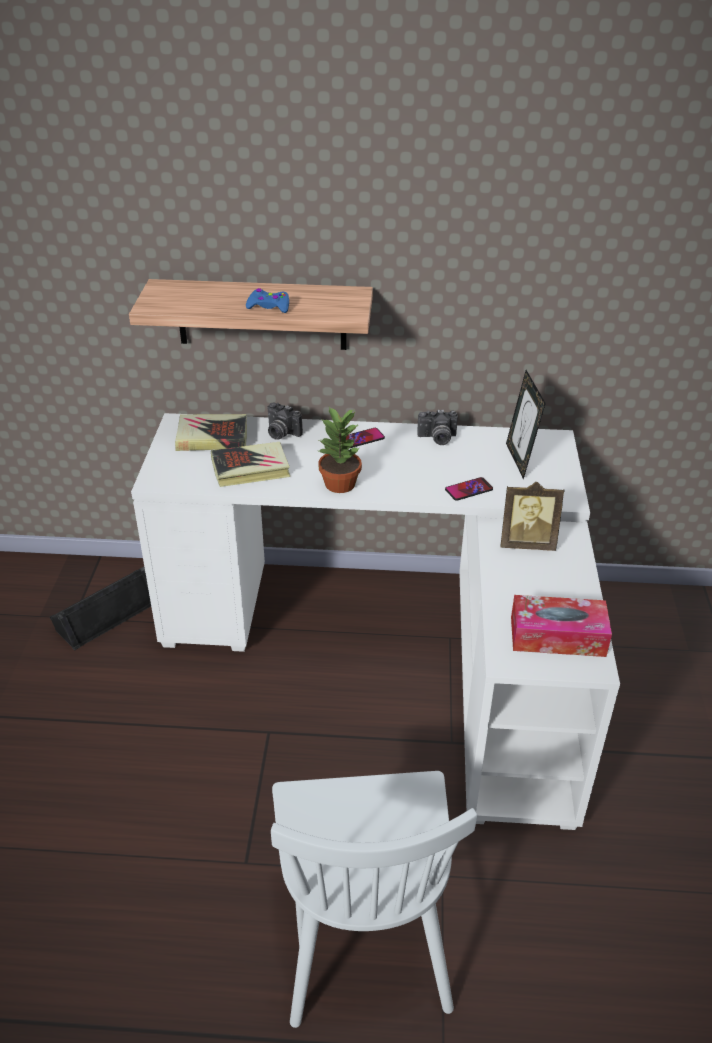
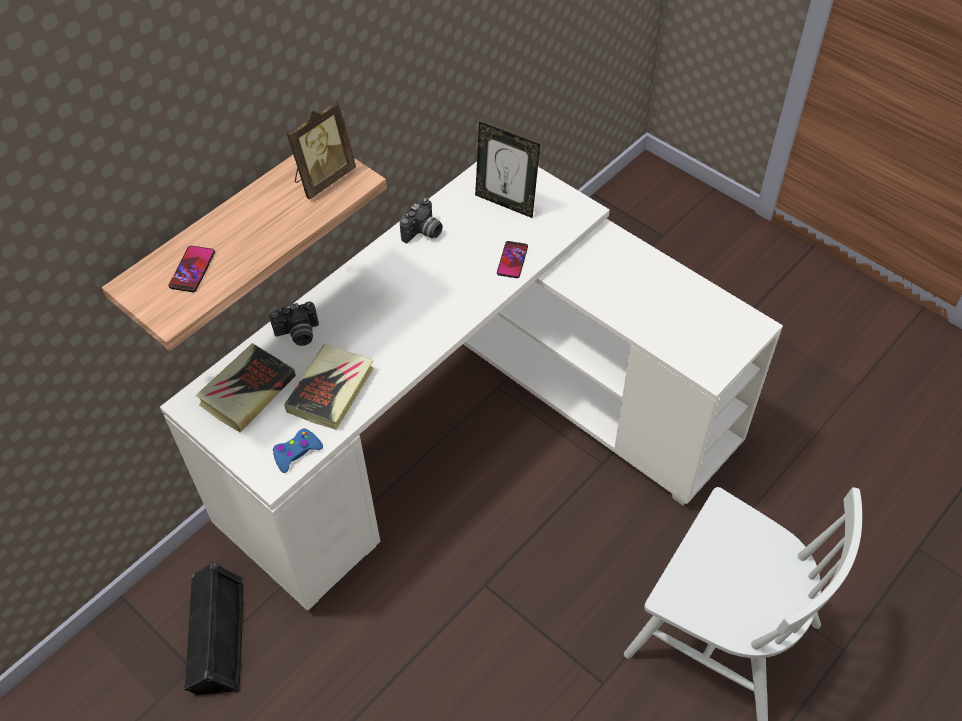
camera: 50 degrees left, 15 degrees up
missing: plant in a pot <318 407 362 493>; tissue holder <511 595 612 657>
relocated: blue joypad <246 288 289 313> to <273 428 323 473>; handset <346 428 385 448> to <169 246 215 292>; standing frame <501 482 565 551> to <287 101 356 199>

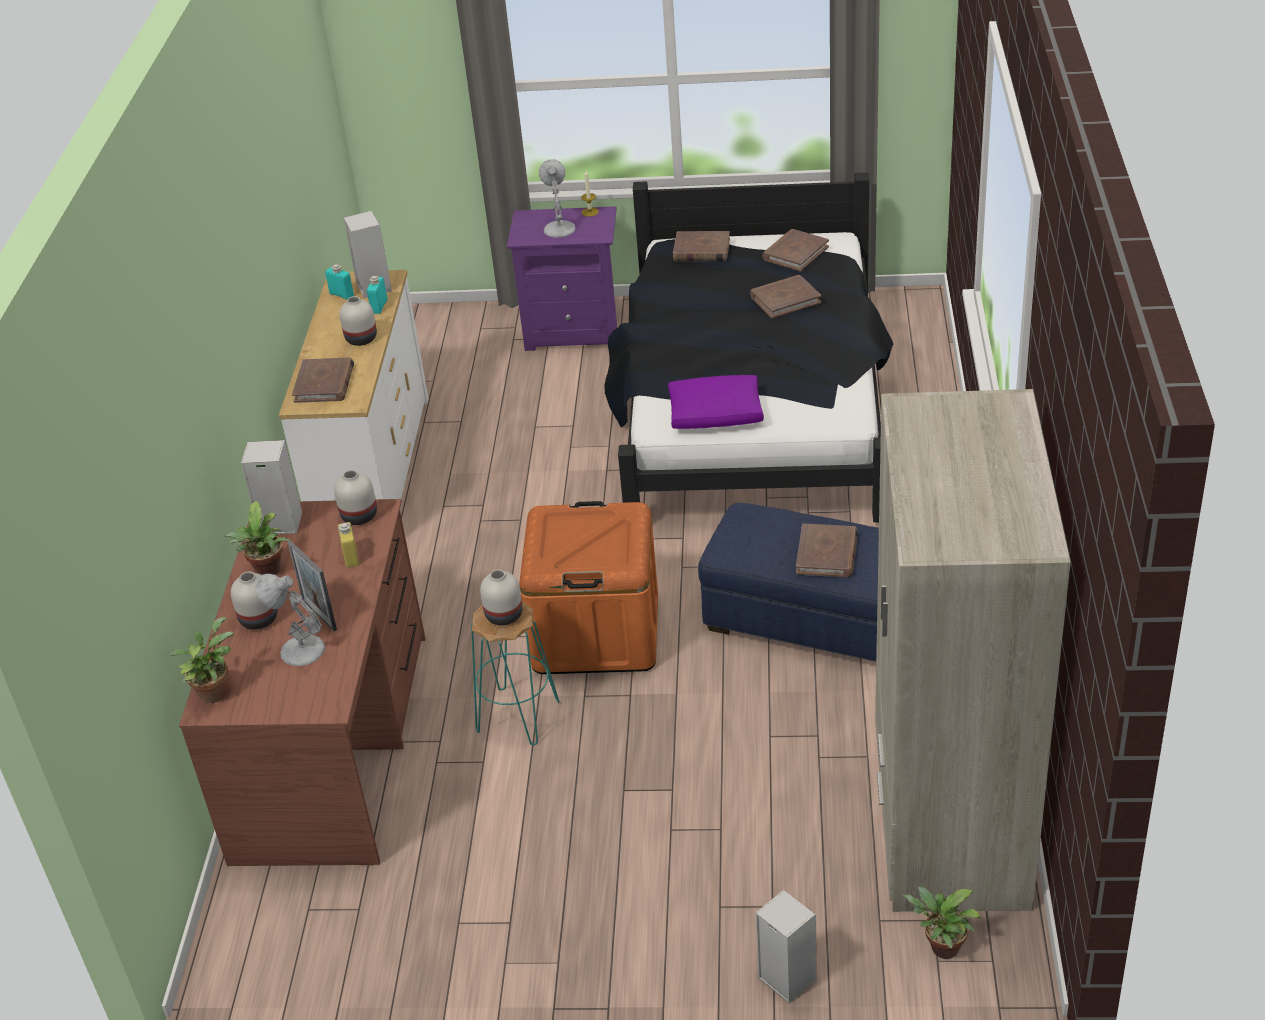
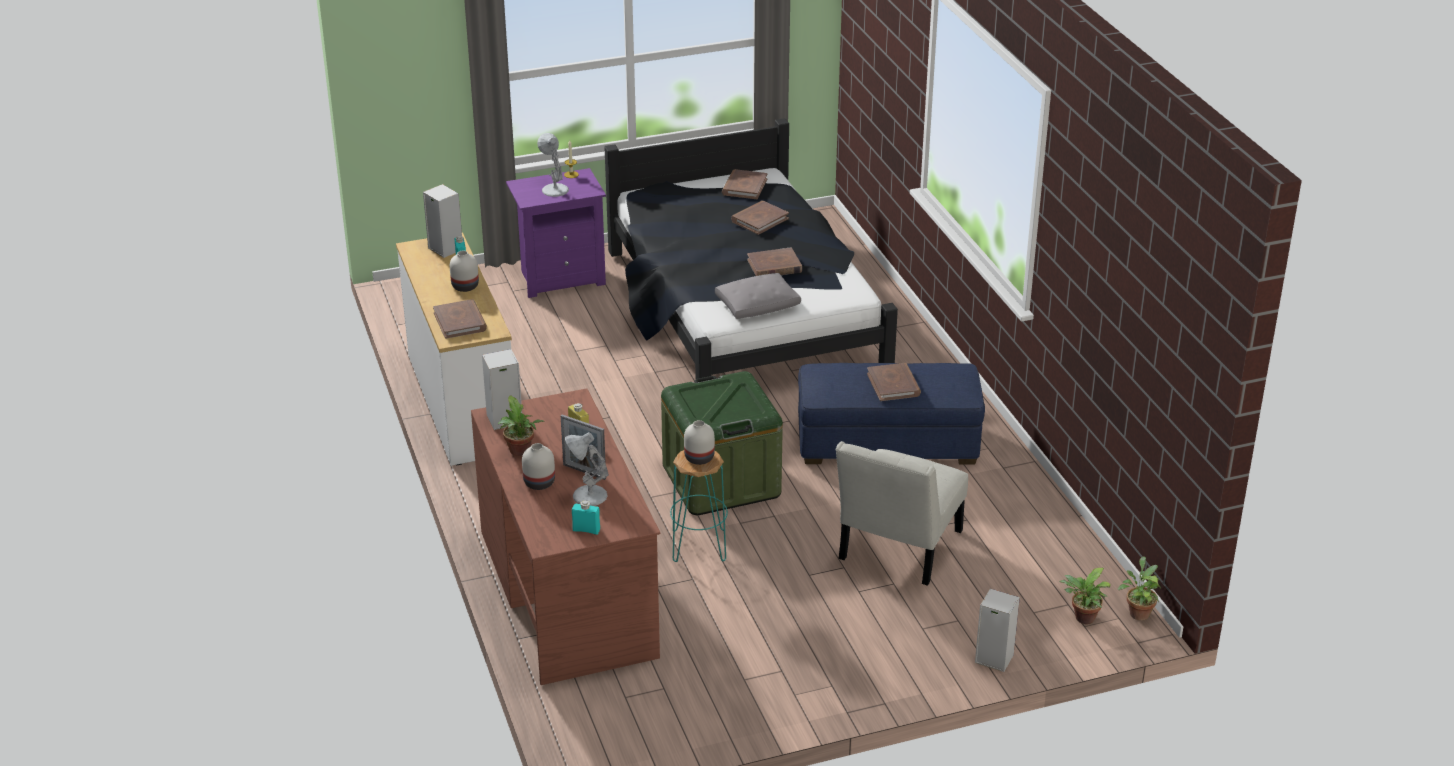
camera: 25 degrees left, 5 degrees down
missing: white flower vase <334 470 377 525>; beige clothes cupboard <875 389 1071 912>
appeared: white plain chair <836 441 968 586>
relocated: plant in a pot <170 617 234 703> to <1118 556 1161 621>; turquoise-coloured bottle <325 264 354 300> to <572 500 600 535>; brown book <673 231 730 261> to <747 247 802 276>
colour: orange storage bin <519 501 658 674> to greenish storage bin <661 371 783 515>; purple pillow <668 375 764 429> to grey pillow <715 273 801 319>

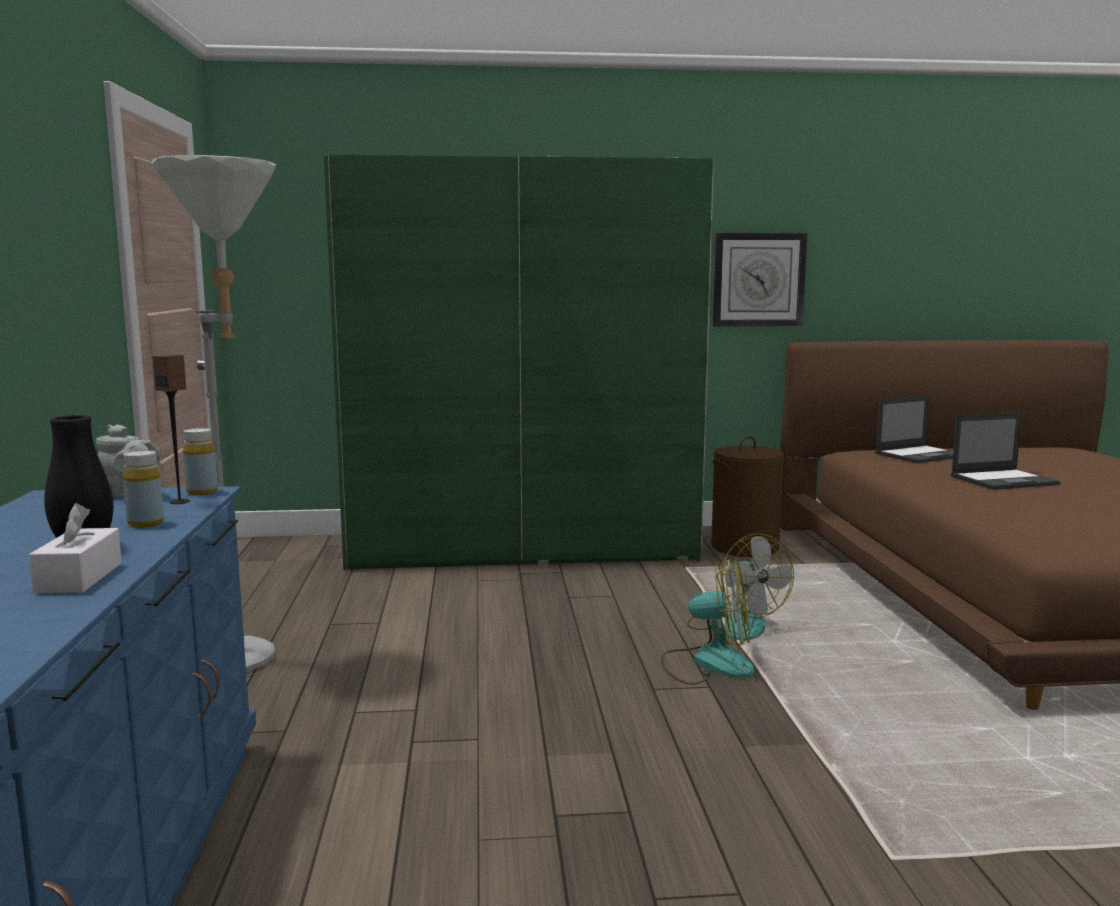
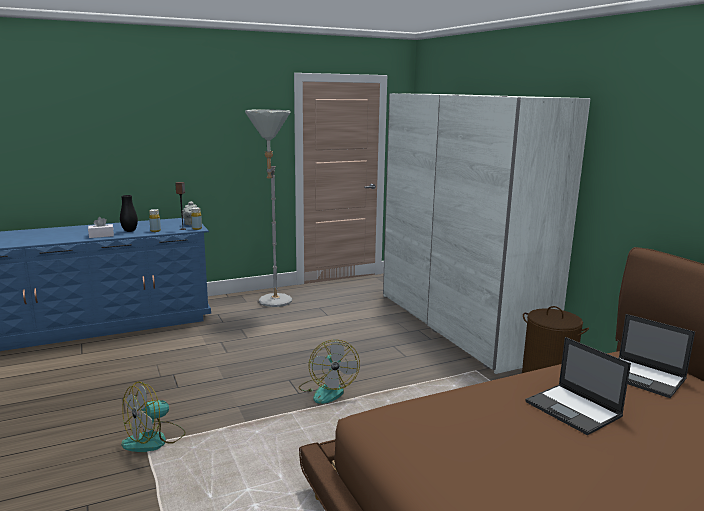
camera: 70 degrees right, 5 degrees up
missing: clock on the wall <713 233 807 326>
relocated: fan <687 533 794 640> to <121 381 186 452>
colour: greenish clothes cupboard <324 154 714 570> to white clothes cupboard <383 93 591 374>

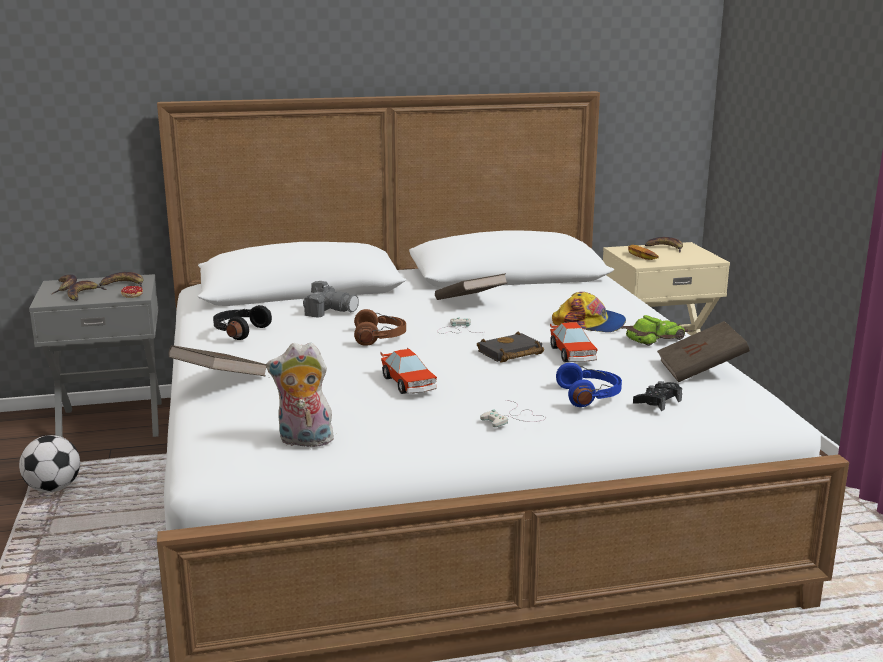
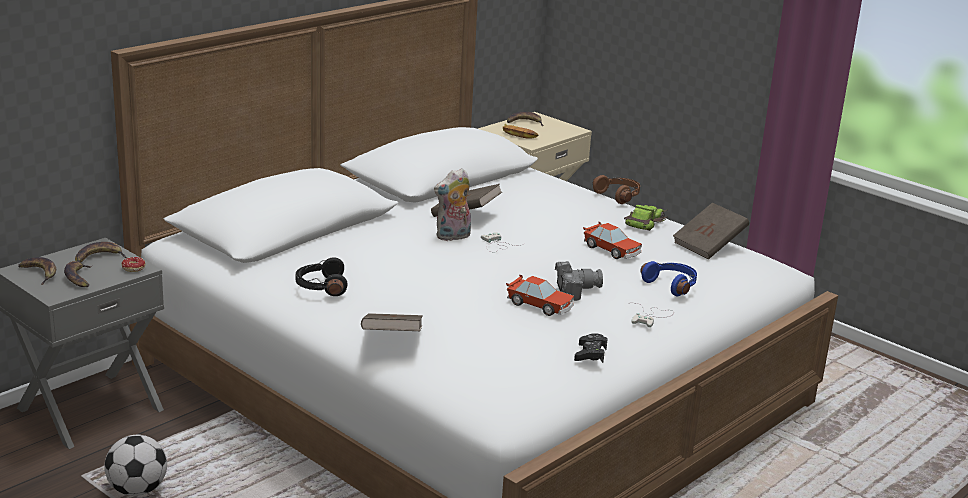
camera: 35 degrees left, 5 degrees up
missing: black book <477 331 544 363>; peaked cap <552 292 626 332>
relocated: cuddly toy <266 342 334 447> to <434 168 471 241>; still camera <303 281 359 317> to <555 261 603 301>; brown headphones <354 309 406 346> to <593 175 640 204>; black joypad <633 381 682 411> to <574 333 608 363>

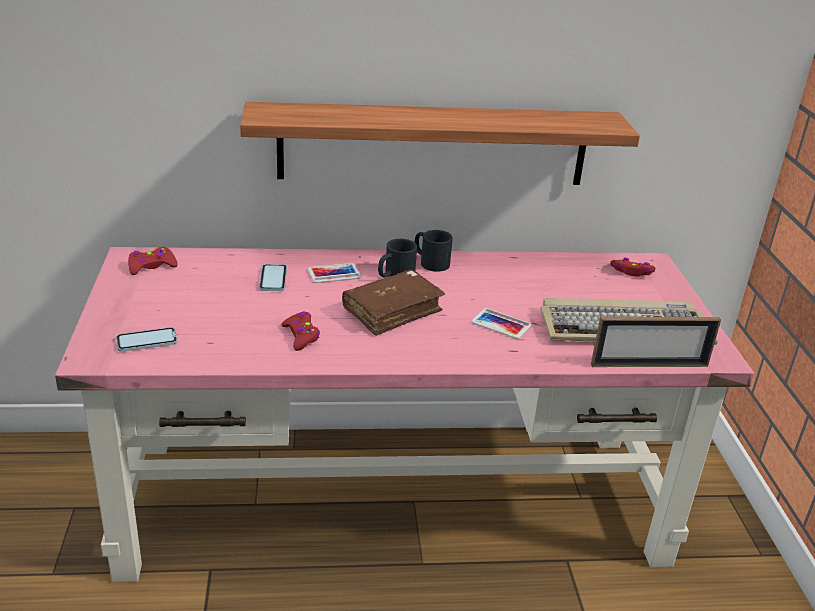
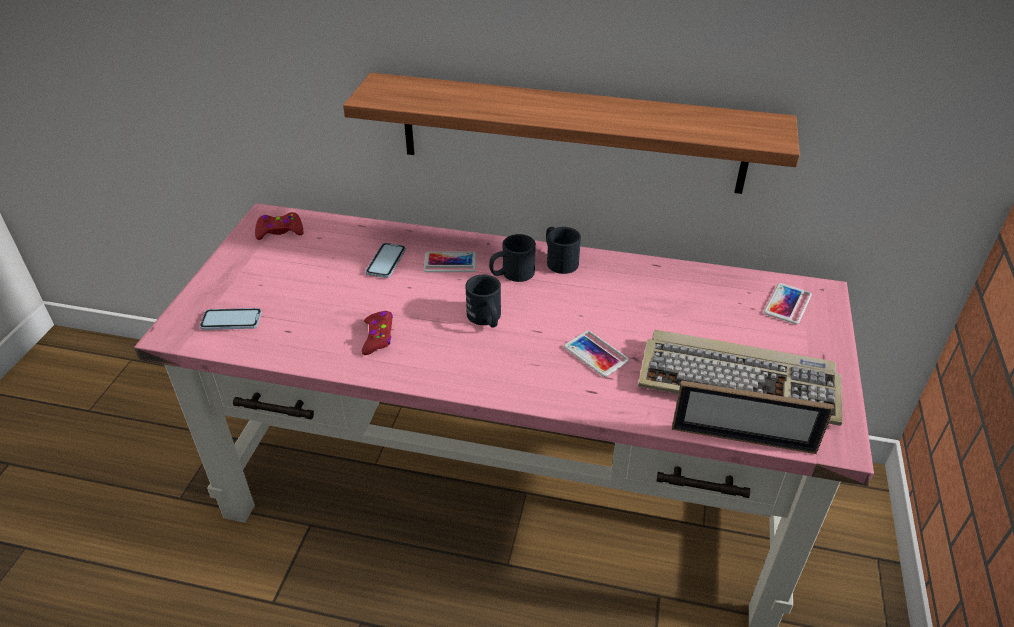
camera: 20 degrees right, 10 degrees up
exchanged: brown book <342 270 445 336> to black tea mug <465 274 501 328>; red joypad <610 258 655 277> to handset <764 283 812 324>

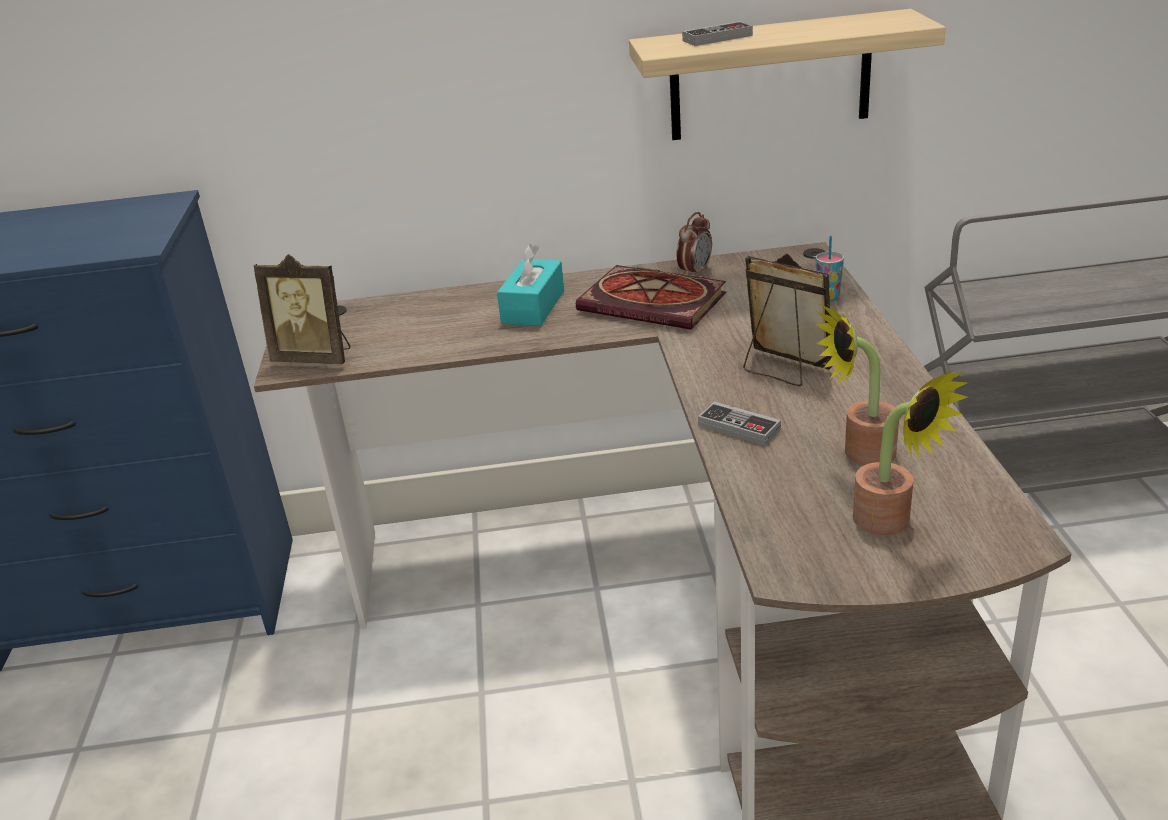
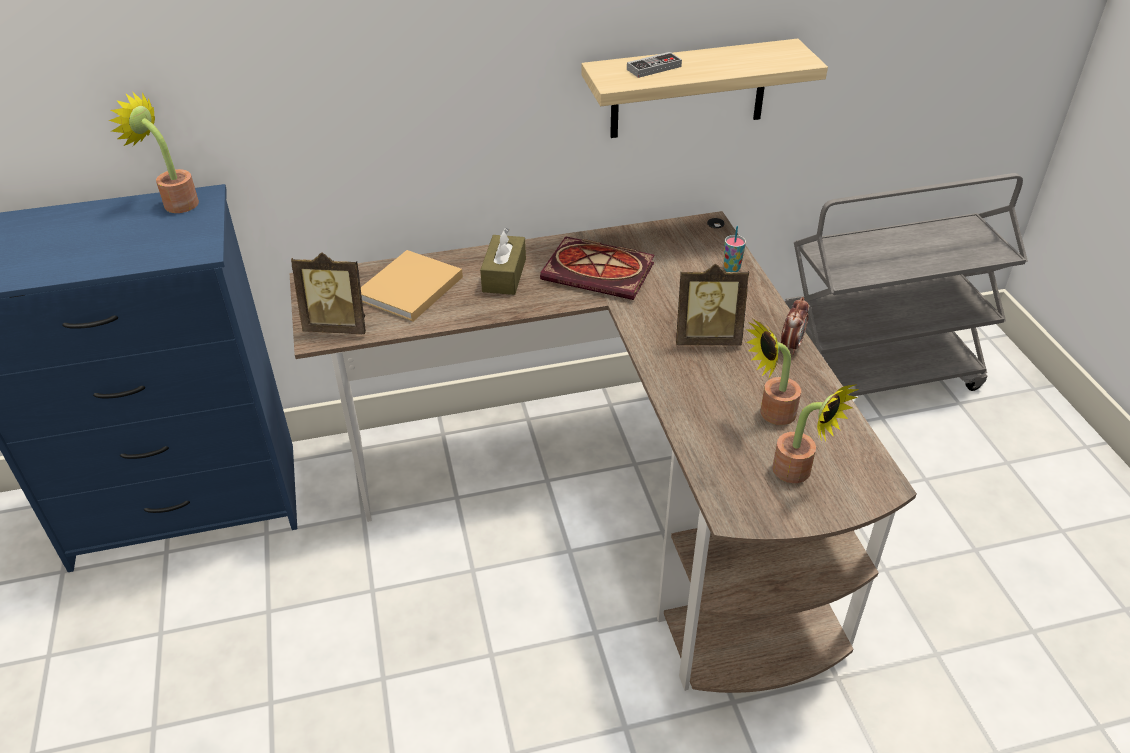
camera: 10 degrees left, 10 degrees up
missing: joypad <698 402 781 446>
appeared: plant in a pot <109 91 199 213>; beige book <361 250 463 321>
relocated: bedside clock <677 212 712 275> to <781 297 809 355>
colour: turquoise-coloured tissue holder <497 244 564 326> to brown tissue holder <480 228 526 295>
spun: standing frame <743 254 832 386> = <676 264 749 346> 150 degrees clockwise

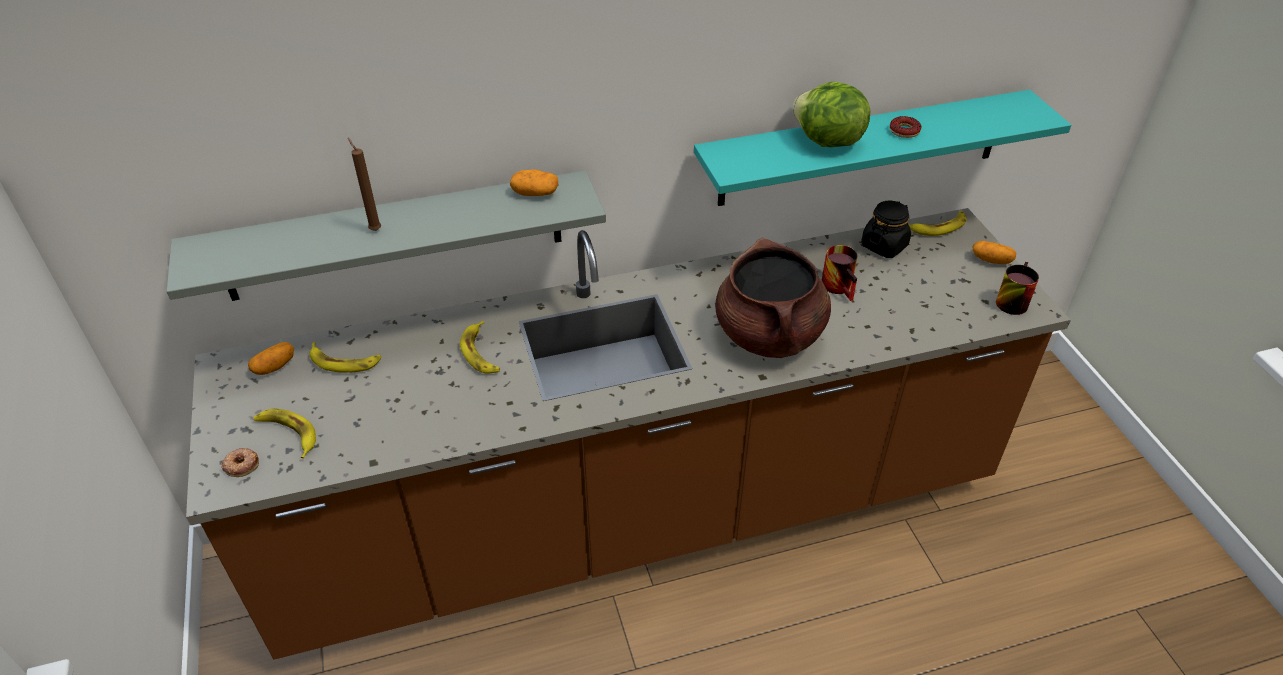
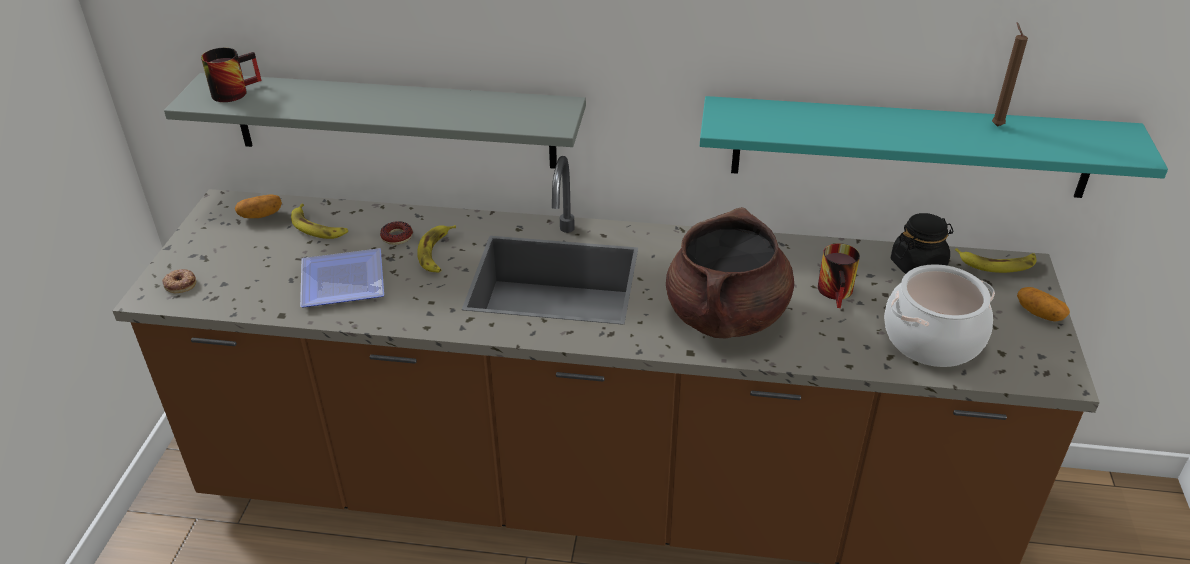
camera: 25 degrees right, 5 degrees down
missing: banana fruit <253 409 316 459>; spud <510 170 558 196>; lettuce head <793 82 871 147>
appeared: dinner plate <300 248 384 307>; stockpot <884 264 995 367>
relocated: brown wax light <348 138 381 231> to <992 22 1028 127>; donut <890 116 921 138> to <380 221 413 245>; tea mug <996 262 1039 315> to <201 48 262 102>

